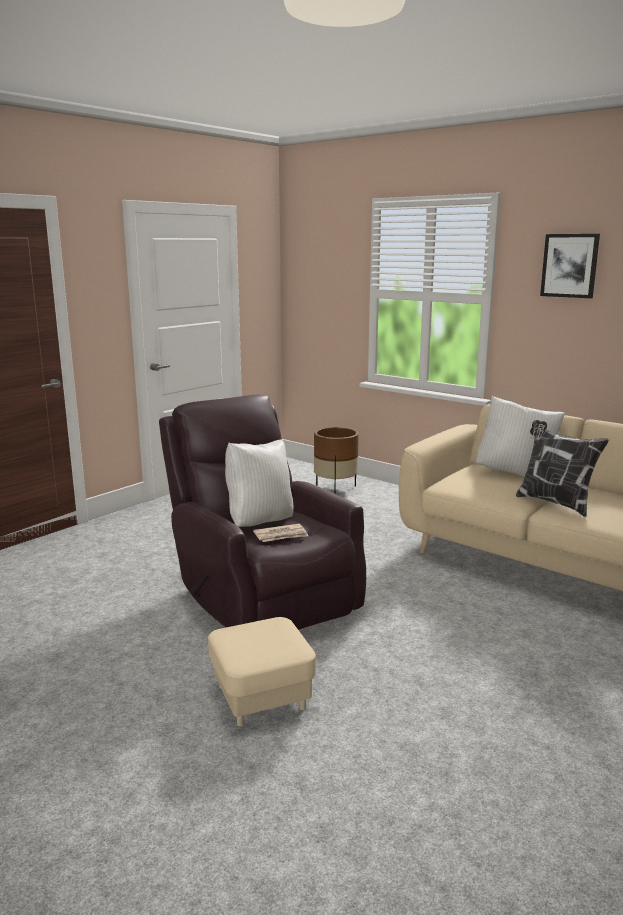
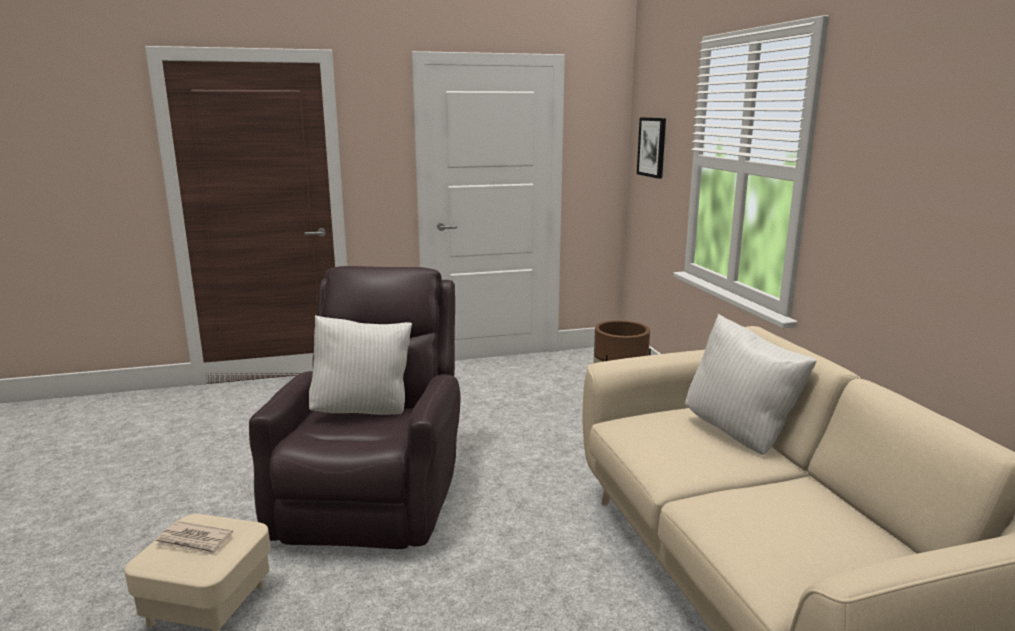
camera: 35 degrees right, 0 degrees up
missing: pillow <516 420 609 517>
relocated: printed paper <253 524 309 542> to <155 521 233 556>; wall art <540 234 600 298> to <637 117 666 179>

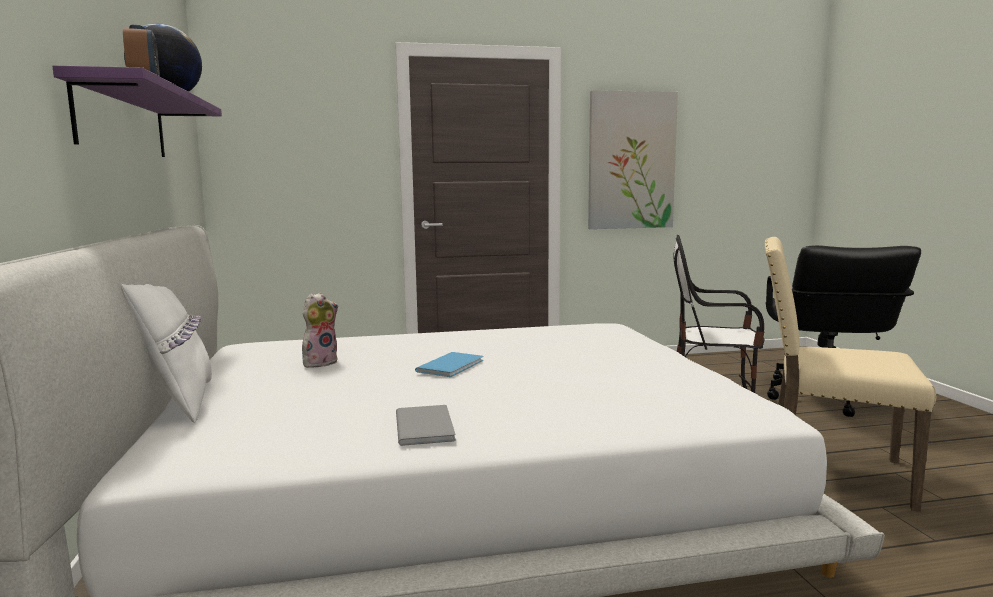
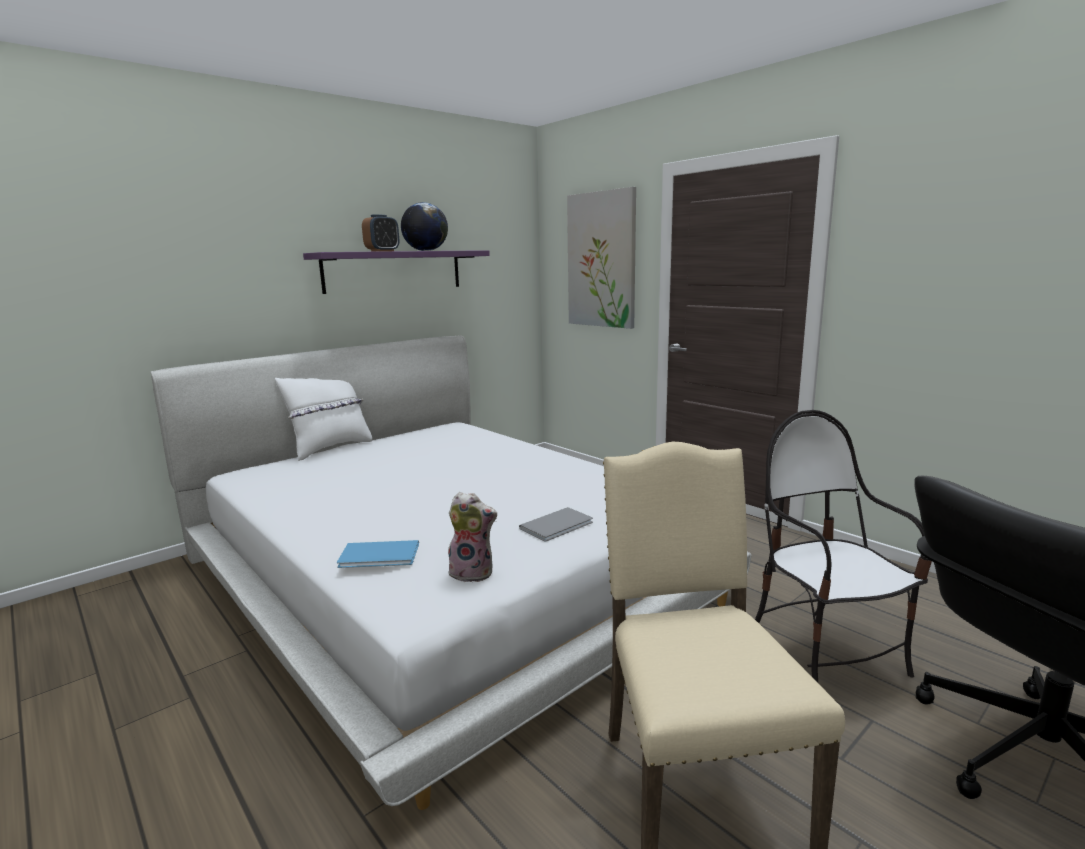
camera: 60 degrees right, 5 degrees up
relocated: cuddly toy <302 292 338 368> to <448 492 497 582>; grey book <396 405 456 446> to <519 507 593 541>; blue book <415 352 484 377> to <337 540 419 568>; wall art <588 90 678 229> to <567 187 636 329>

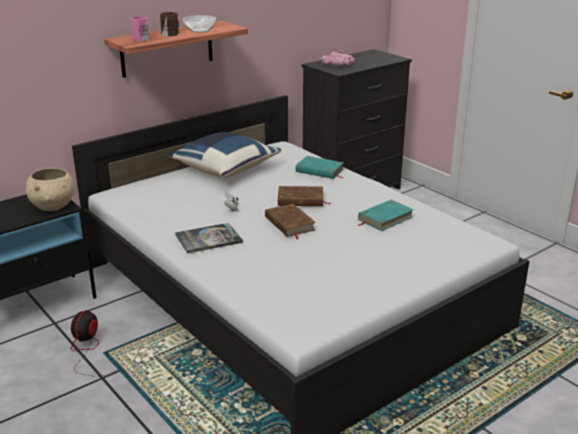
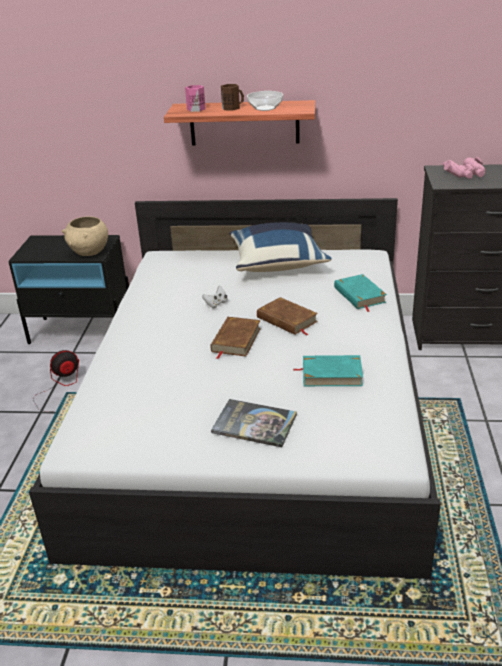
camera: 45 degrees right, 5 degrees up
relocated: book <175 223 243 253> to <211 399 297 447>

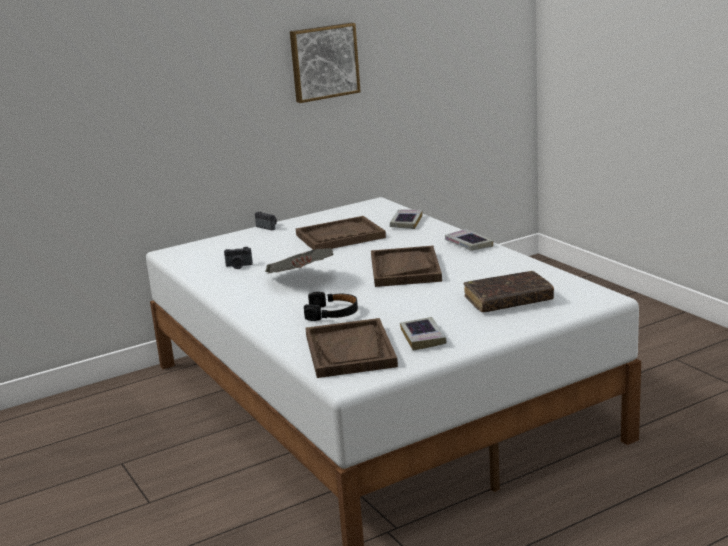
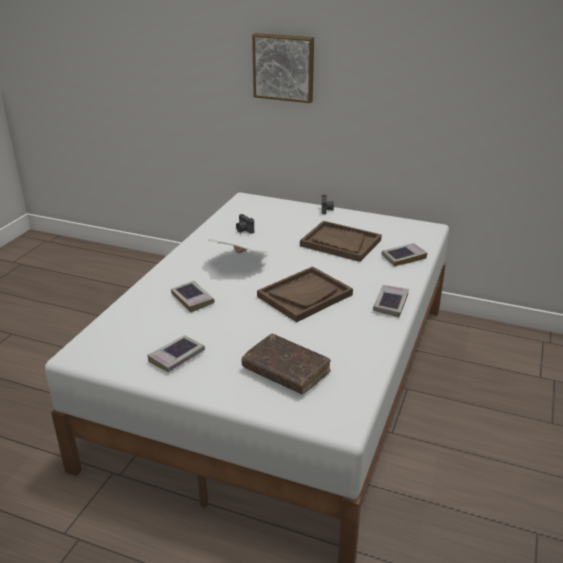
camera: 50 degrees right, 10 degrees up
missing: brown serving tray <305 318 398 378>
relocated: wall art <290 23 361 103> to <252 33 314 103>
exchanged: black headphones <304 292 358 321> to book <171 281 215 312>

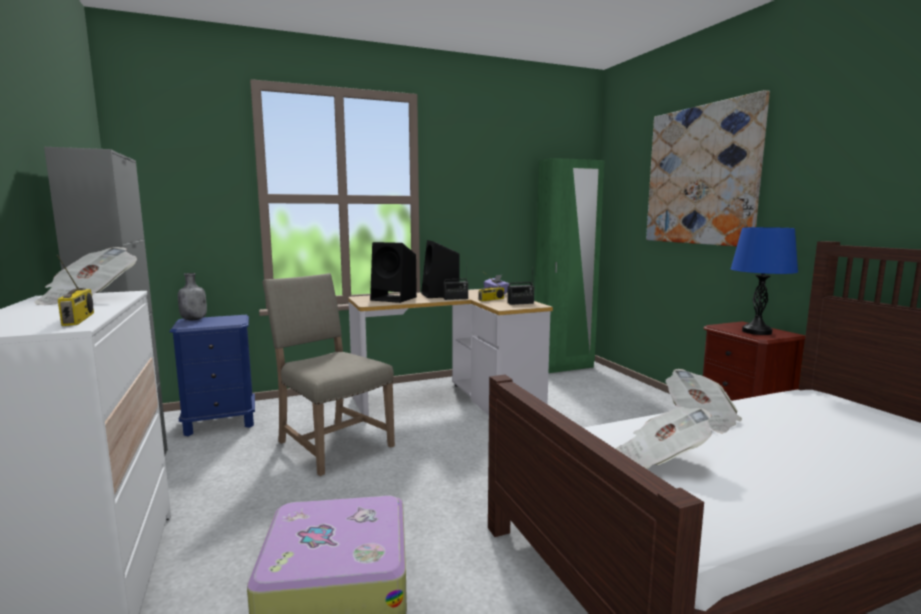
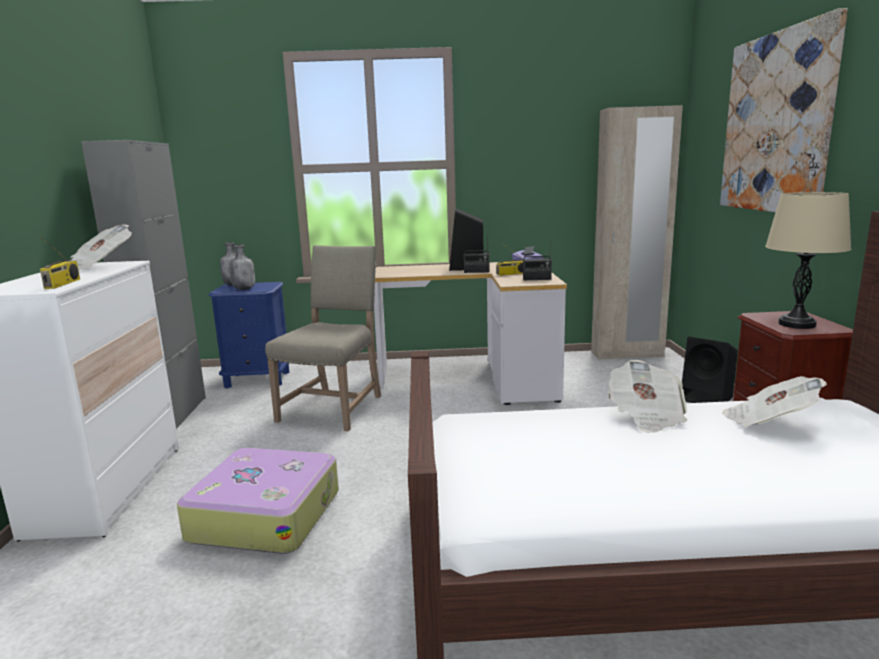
camera: 20 degrees right, 5 degrees up
appeared: grey bottle <229 245 255 290>
relocated: black audio speaker <370 242 417 303> to <682 337 738 403>; printed paper <616 407 712 469> to <722 376 827 427>
colour: greenish clothes cupboard <535 158 605 373> to beige clothes cupboard <591 105 683 360>; blue tabletop lamp <731 227 798 335> to beige tabletop lamp <765 192 851 329>
spun: beige plain chair <262 273 395 476> = <265 245 381 431> 45 degrees clockwise

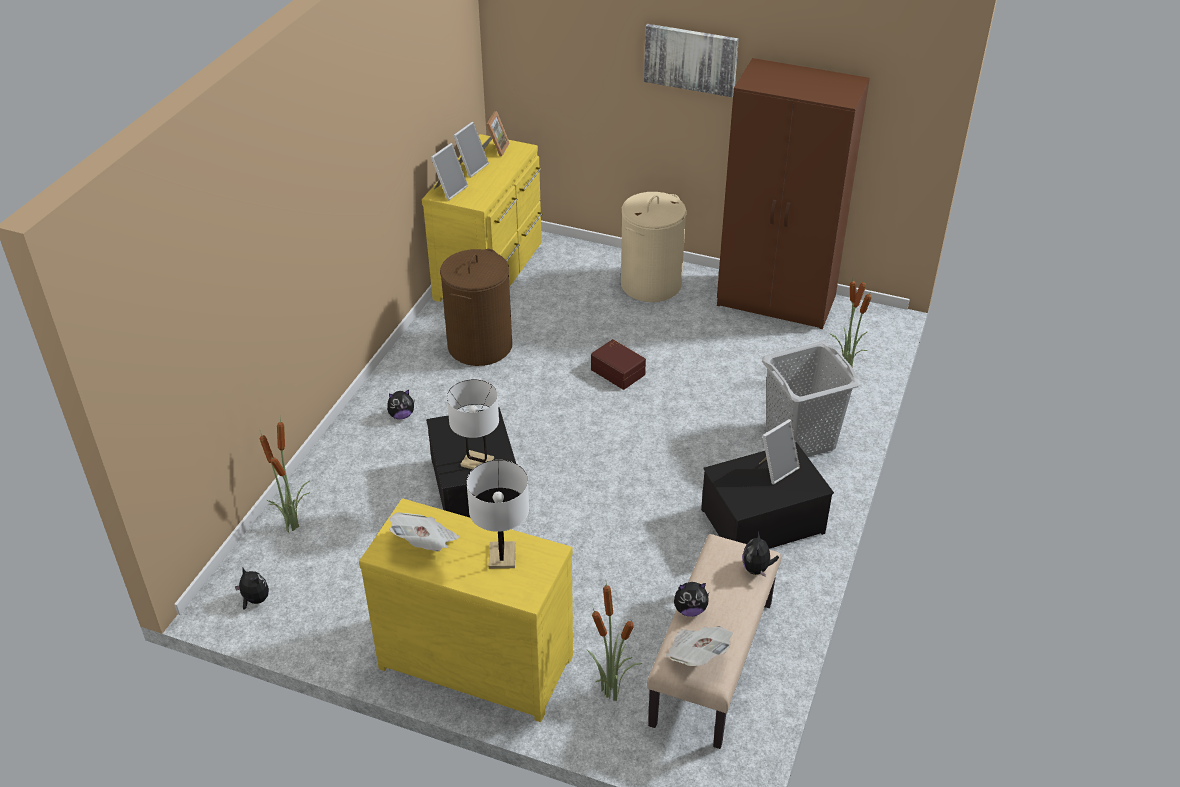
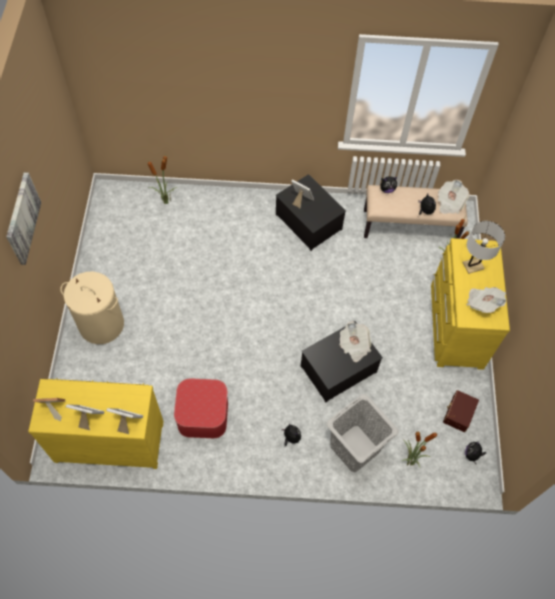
camera: 110 degrees left, 20 degrees up
missing: brown clothes cupboard <717 58 870 329>
relocated: brown storage bin <591 339 646 390> to <443 390 479 432>; grey washing basket <762 341 861 457> to <326 394 399 472>
exchanged: brown washing basket <440 249 512 366> to ottoman <174 378 228 438>; white tabletop lamp <447 379 499 469> to printed paper <340 321 371 362>

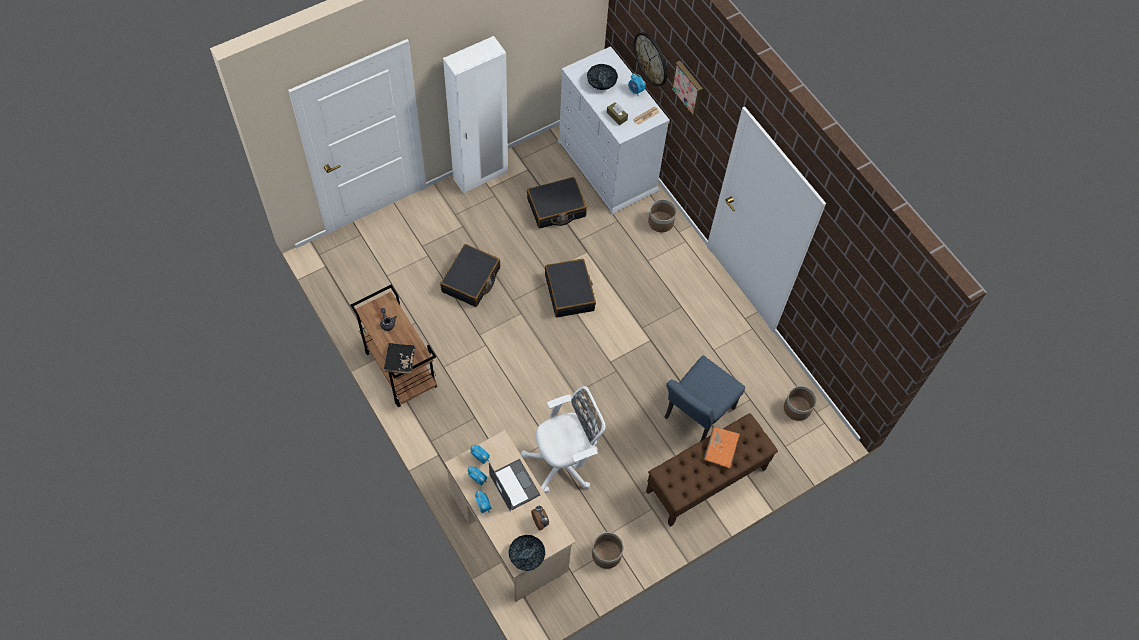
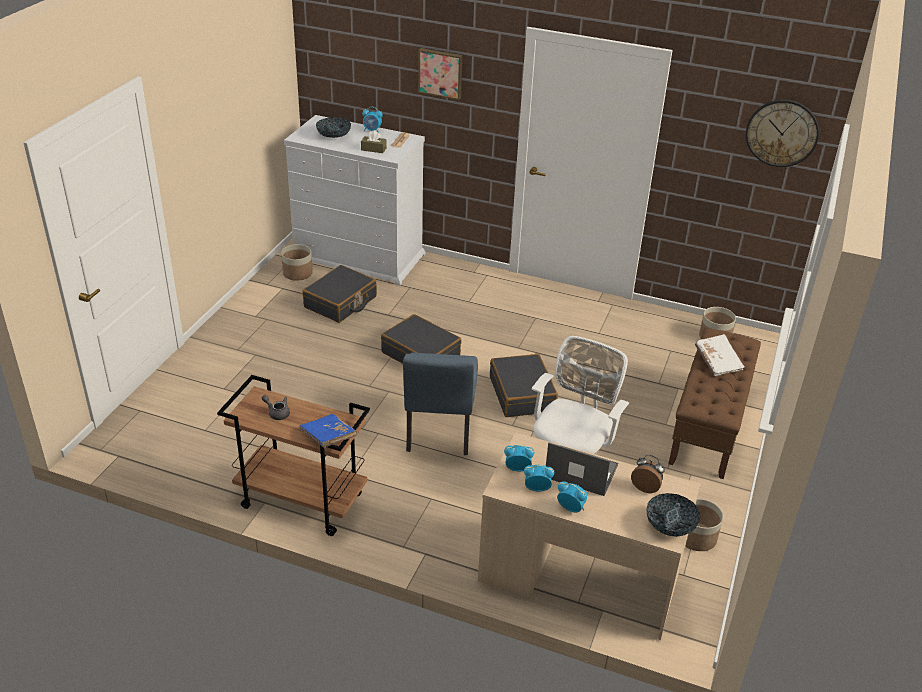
camera: 35 degrees left, 25 degrees down
missing: white clothes cupboard <443 36 508 194>
relocated: black piece of luggage <440 244 500 307> to <490 354 558 417>; clock on the wall <634 32 667 86> to <746 99 819 167>; flower pot <648 199 676 232> to <281 244 313 281>; blue plain chair <665 356 745 441> to <403 353 478 455>
colour: black book <384 343 416 374> to blue book <299 414 358 448>; orange book <704 427 740 468> to white book <695 334 745 377>

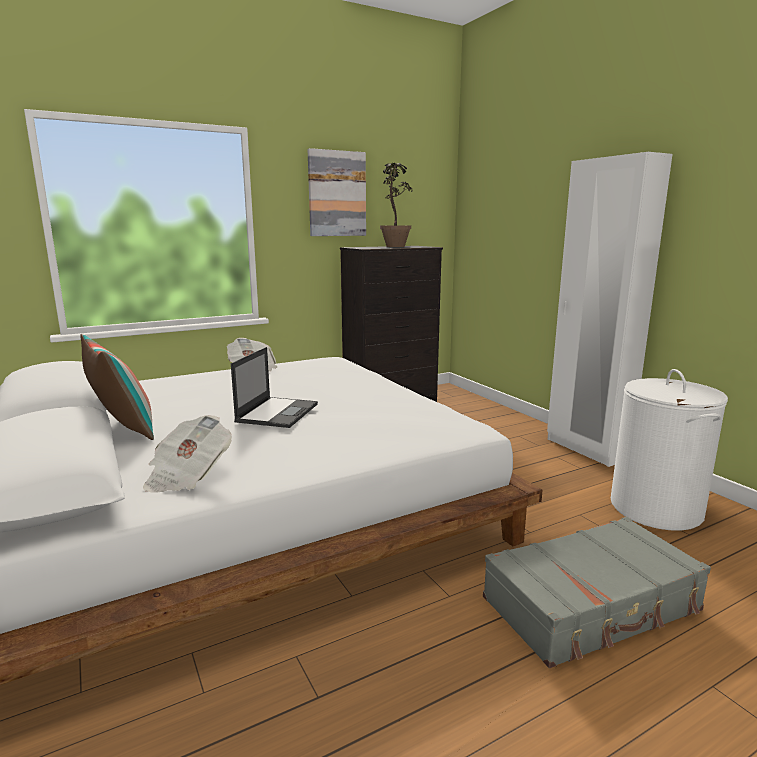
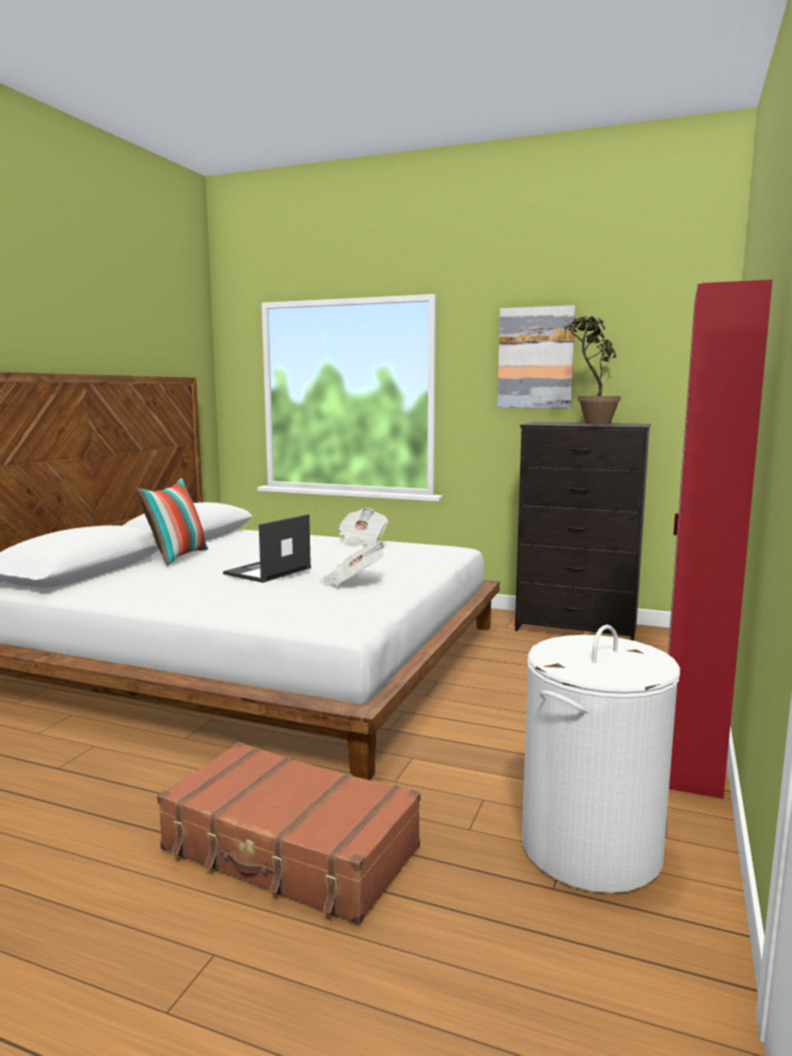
camera: 50 degrees right, 5 degrees down
relocated: printed paper <143 415 232 493> to <320 542 387 585>
colour: grey piece of luggage <483 517 711 668> to brown piece of luggage <157 742 420 925>; white clothes cupboard <547 152 673 467> to red clothes cupboard <668 279 773 799>
spun: portable computer <231 347 318 428> = <223 514 311 583> 150 degrees clockwise

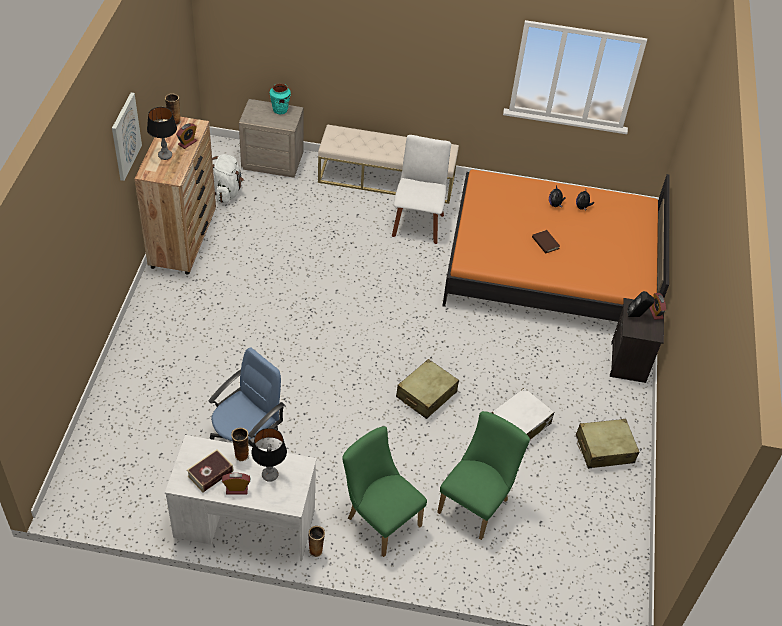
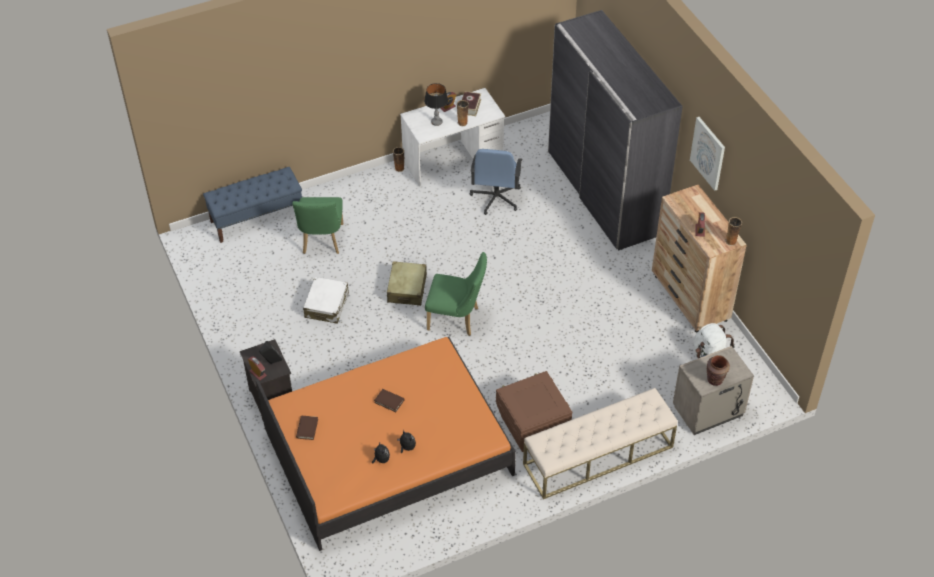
camera: 150 degrees right, 0 degrees up
missing: tabletop lamp <147 107 177 160>; beige piece of luggage <576 419 639 469>
appeared: blue bench <203 167 302 243>; brown book <296 416 318 440>; grey clothes cupboard <548 10 683 251>
relocated: greenish plain chair <342 426 427 557> to <425 252 487 336>
exchanged: white plain chair <392 135 451 244> to brown storage bin <496 371 572 452>
colour: turquoise-coloured flower vase <270 83 291 114> to brown flower vase <707 355 730 386>

